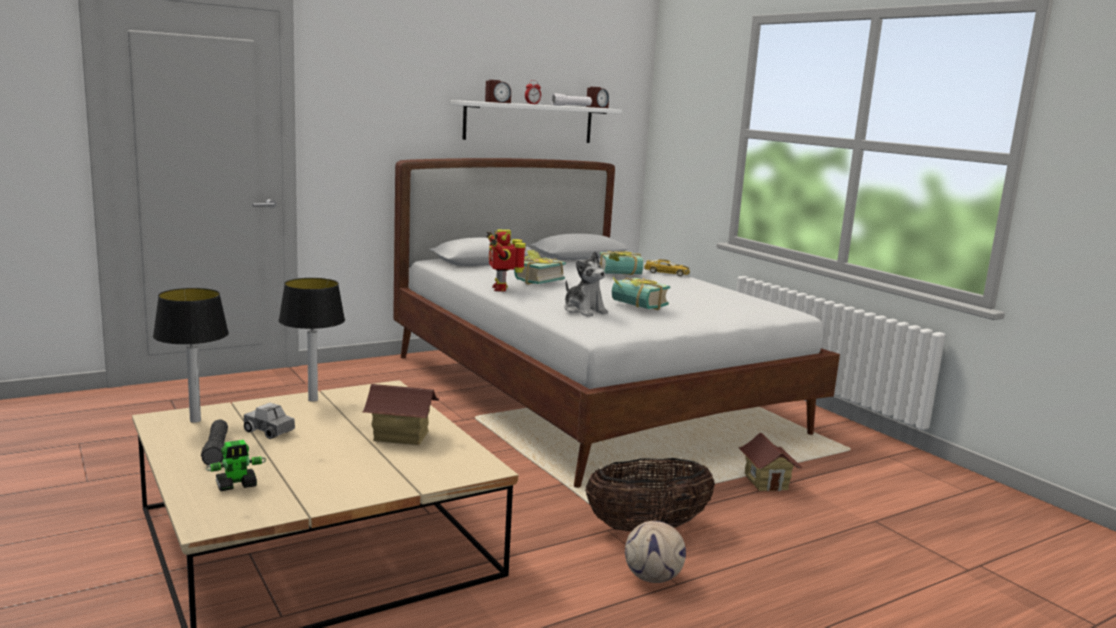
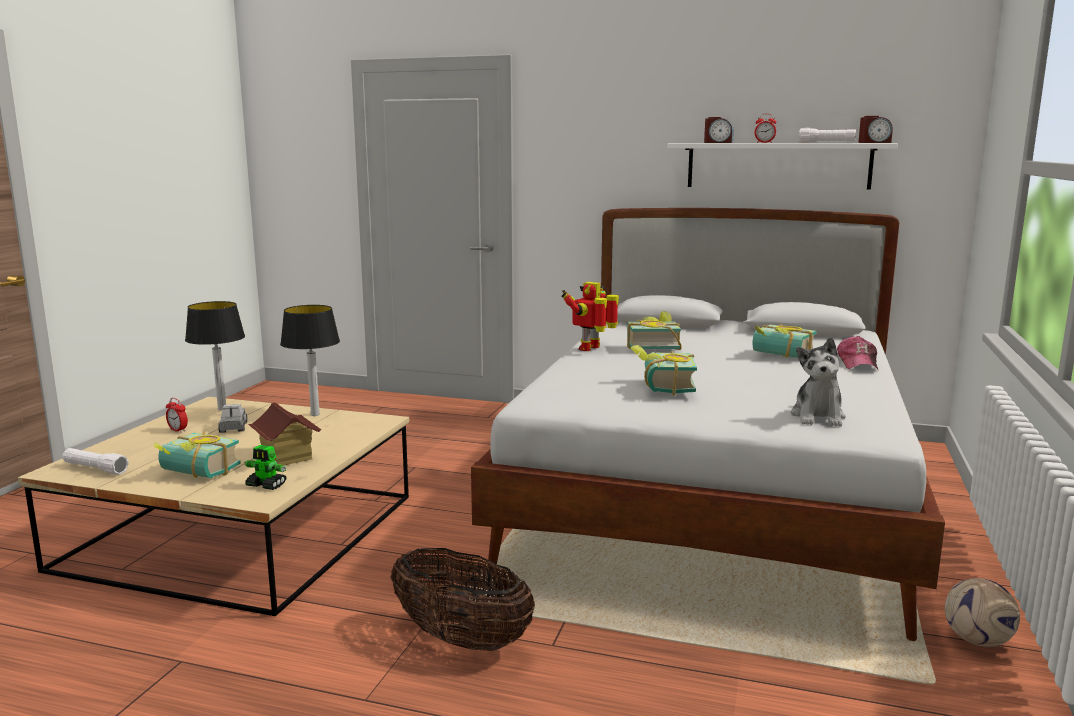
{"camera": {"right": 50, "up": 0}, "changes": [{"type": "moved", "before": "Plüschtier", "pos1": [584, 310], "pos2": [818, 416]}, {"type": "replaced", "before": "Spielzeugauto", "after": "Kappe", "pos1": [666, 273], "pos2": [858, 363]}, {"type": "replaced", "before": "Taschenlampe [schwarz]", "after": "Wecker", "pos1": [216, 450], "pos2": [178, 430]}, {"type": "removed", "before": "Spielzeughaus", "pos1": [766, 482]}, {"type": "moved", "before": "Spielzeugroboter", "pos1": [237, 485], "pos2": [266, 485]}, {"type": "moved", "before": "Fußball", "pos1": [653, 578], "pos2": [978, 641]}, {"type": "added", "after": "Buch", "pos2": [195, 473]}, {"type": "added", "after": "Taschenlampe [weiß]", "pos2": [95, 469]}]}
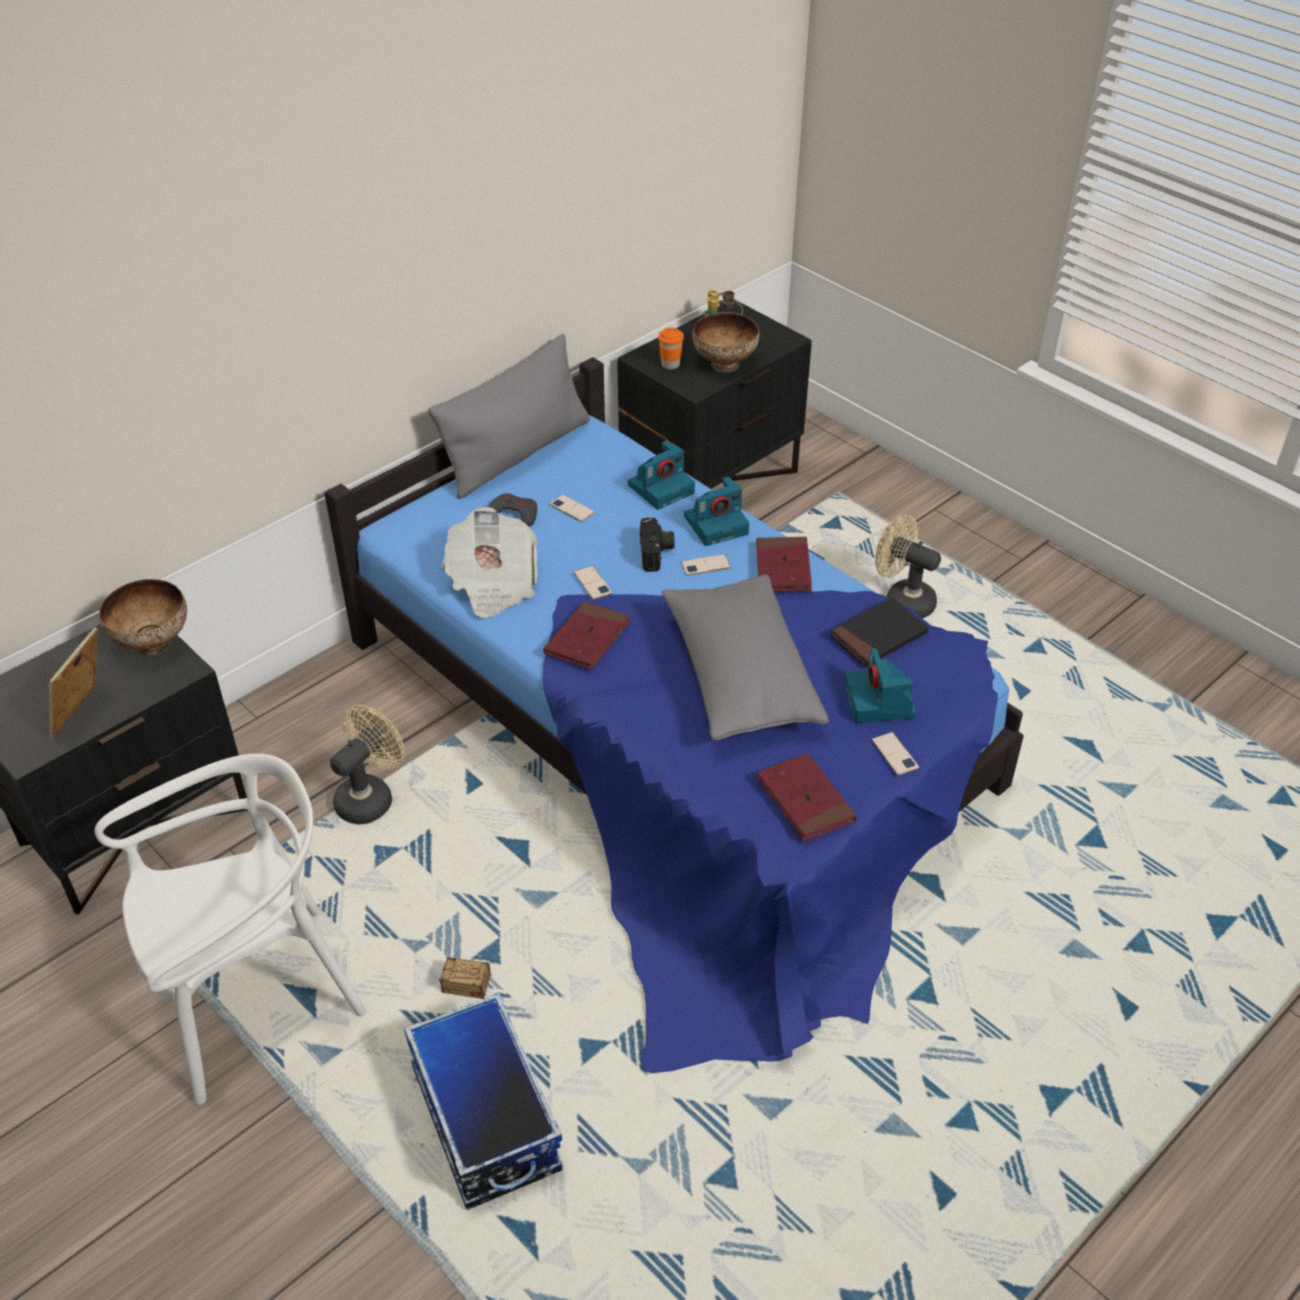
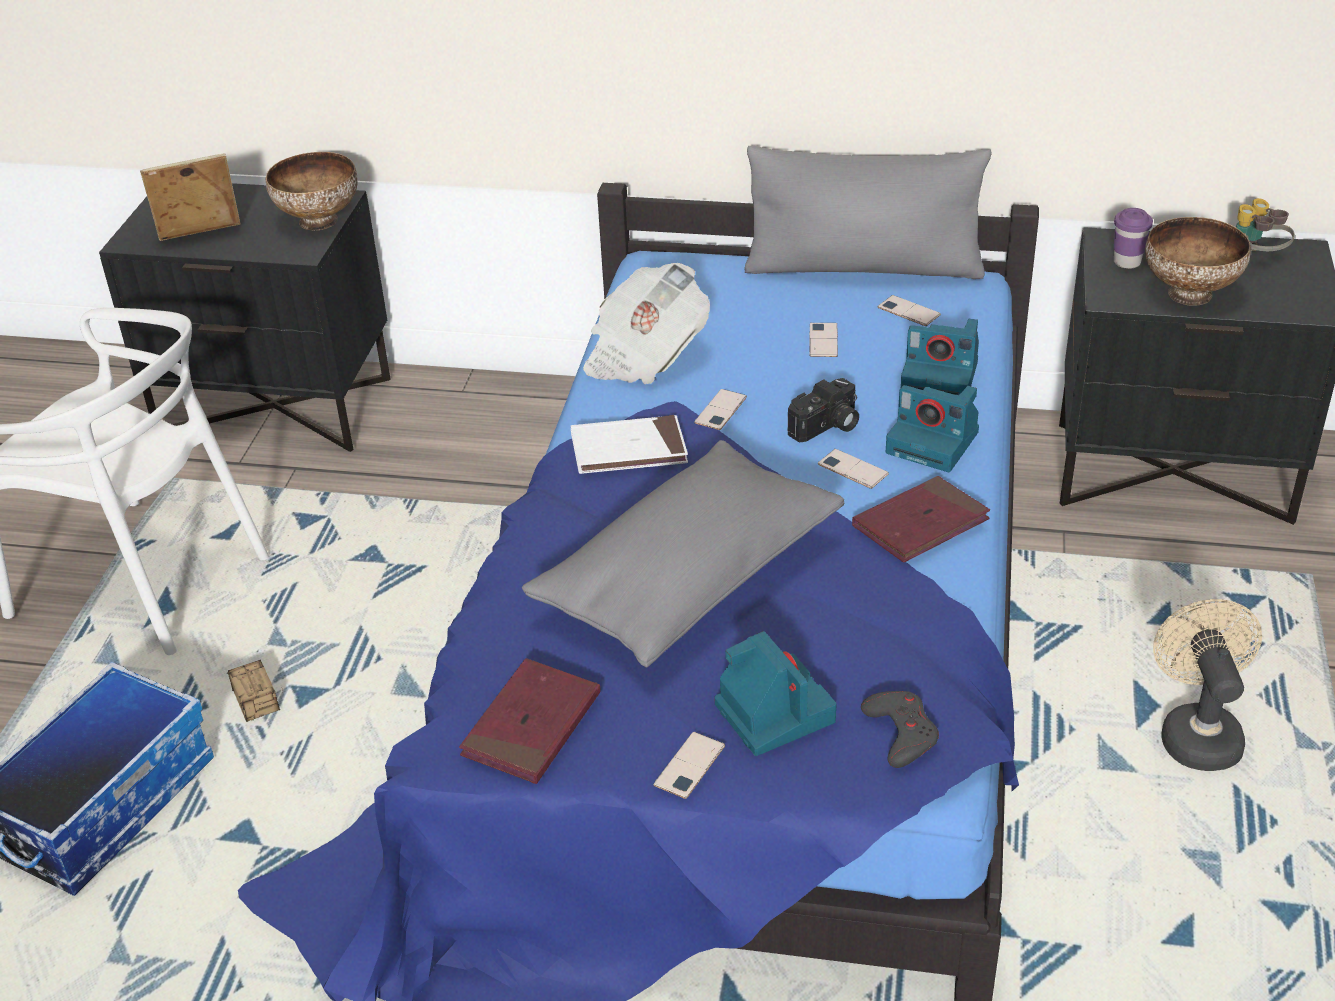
{"camera": {"right": 55, "up": -5}, "changes": [{"type": "recoloured", "before": "Tasse [orange]", "after": "Tasse [lila]", "pos1": [670, 365], "pos2": [1127, 262]}, {"type": "moved", "before": "Gamepad [grau]", "pos1": [514, 513], "pos2": [901, 733]}, {"type": "removed", "before": "Buch [schwarz]", "pos1": [878, 636]}, {"type": "recoloured", "before": "Buch [rot]", "after": "Buch [weiß]", "pos1": [587, 639], "pos2": [629, 450]}, {"type": "turned", "before": "Kamera", "pos1": [880, 702], "pos2": [772, 711], "turn": 105}, {"type": "removed", "before": "Ventilator [beige]", "pos1": [370, 797]}, {"type": "added", "after": "Handy", "pos2": [908, 311]}]}
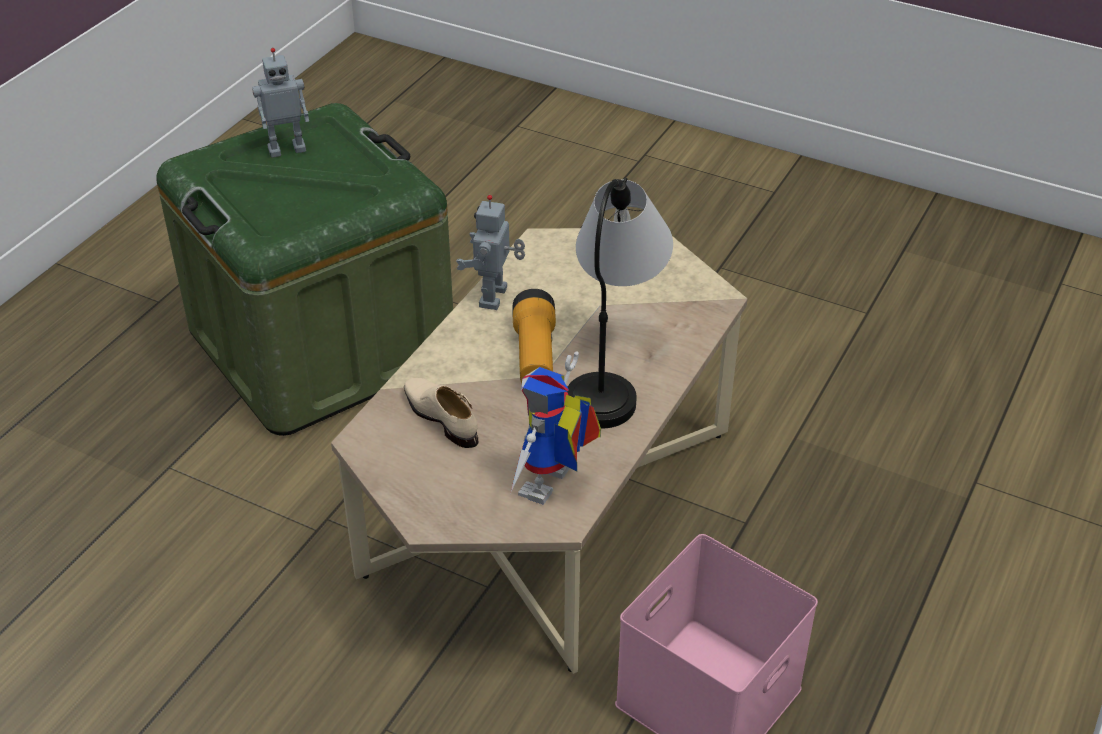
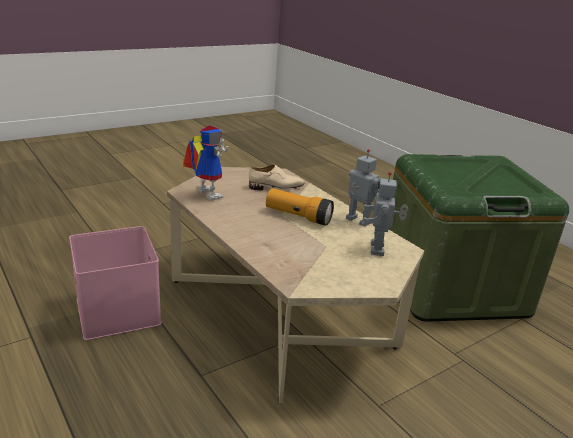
{"camera": {"right": 115, "up": -15}, "changes": [{"type": "moved", "before": "Spielzeugroboter", "pos1": [287, 149], "pos2": [378, 249]}, {"type": "removed", "before": "Tischlampe", "pos1": [613, 372]}]}
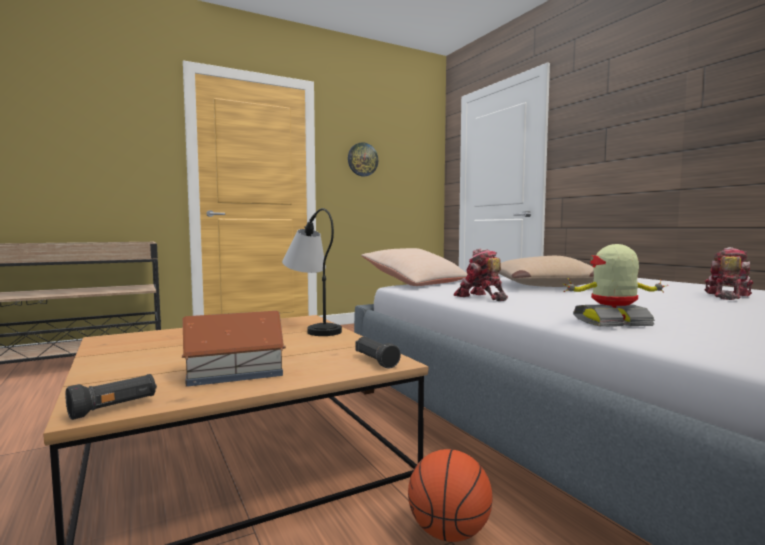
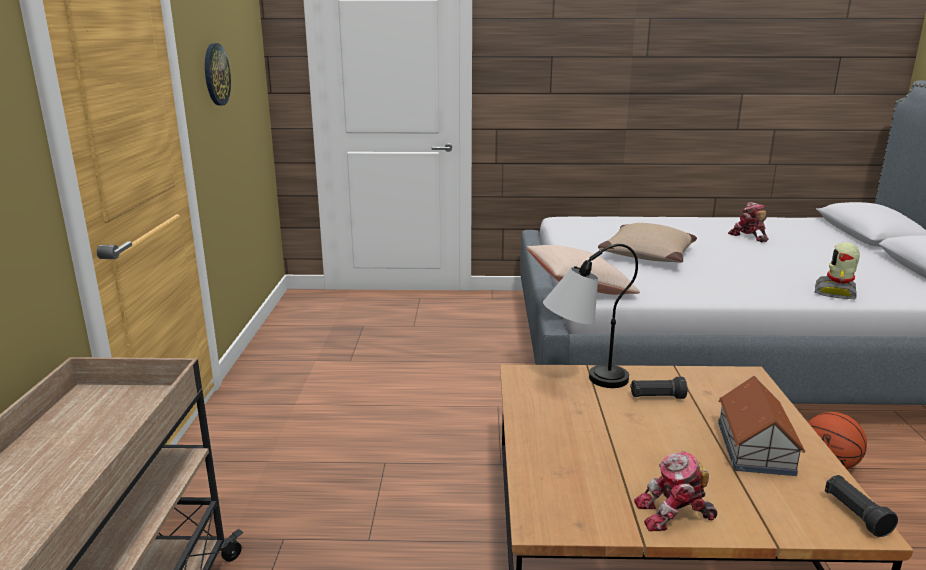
{"camera": {"right": -60, "up": 15}, "changes": [{"type": "moved", "before": "Spielzeugroboter", "pos1": [481, 297], "pos2": [674, 515]}, {"type": "moved", "before": "Taschenlampe [schwarz]", "pos1": [376, 361], "pos2": [656, 397]}]}
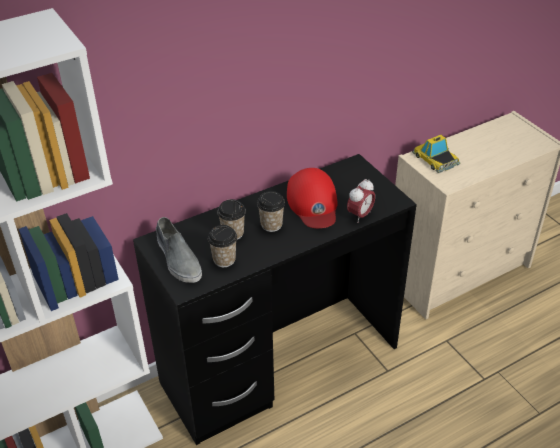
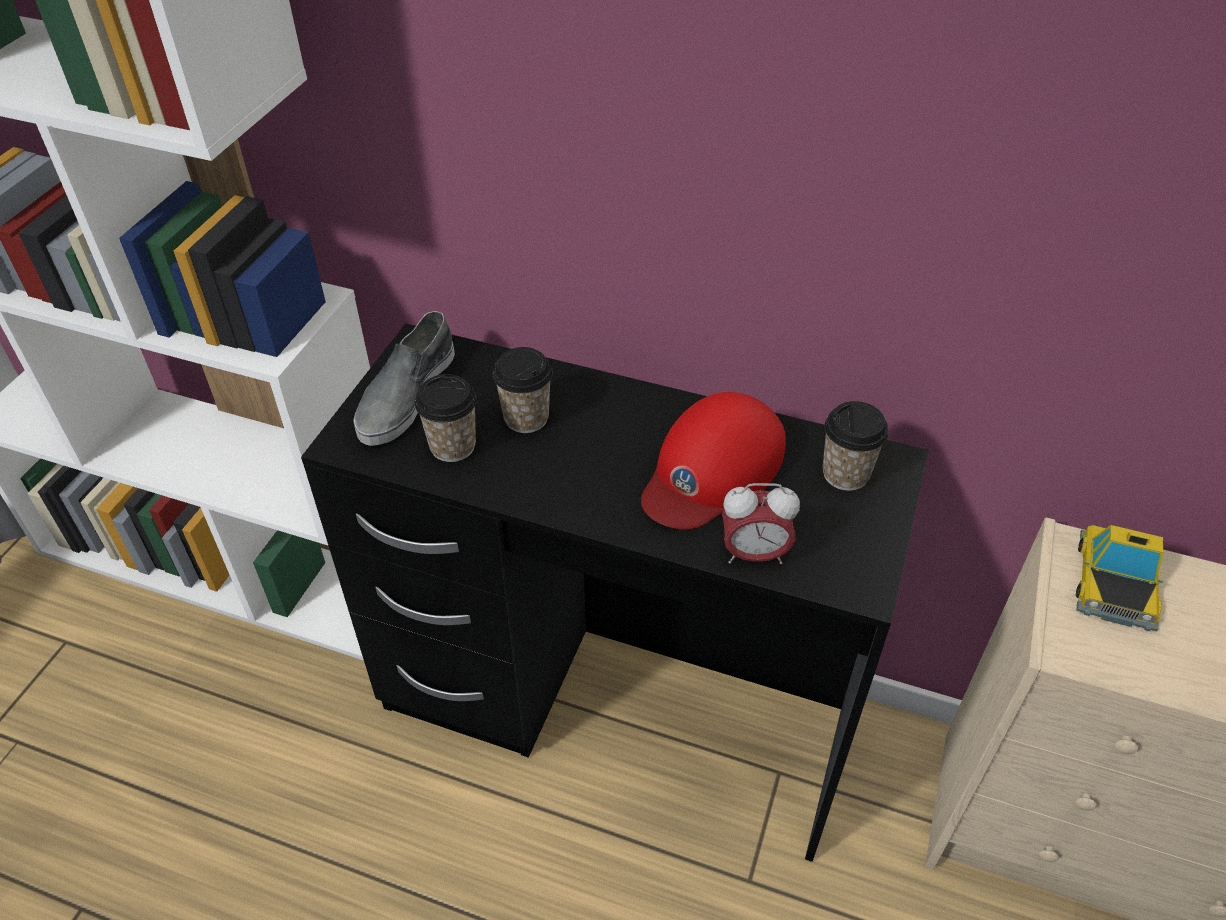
{"camera": {"right": 50, "up": 5}, "changes": [{"type": "moved", "before": "Tasse", "pos1": [271, 225], "pos2": [845, 474]}]}
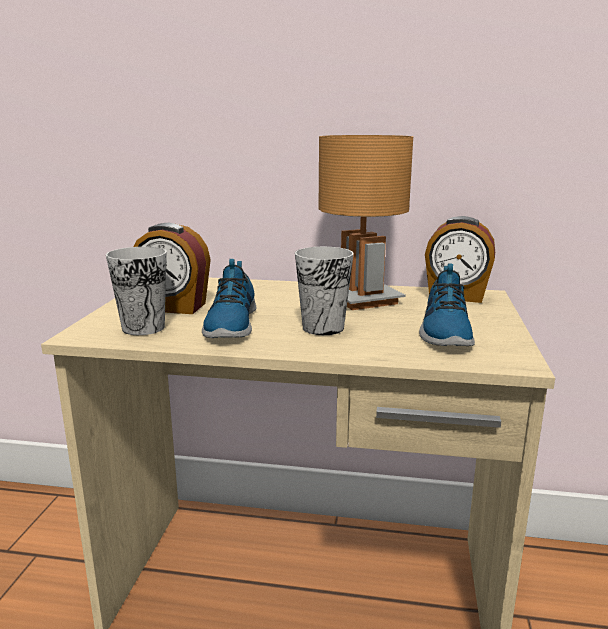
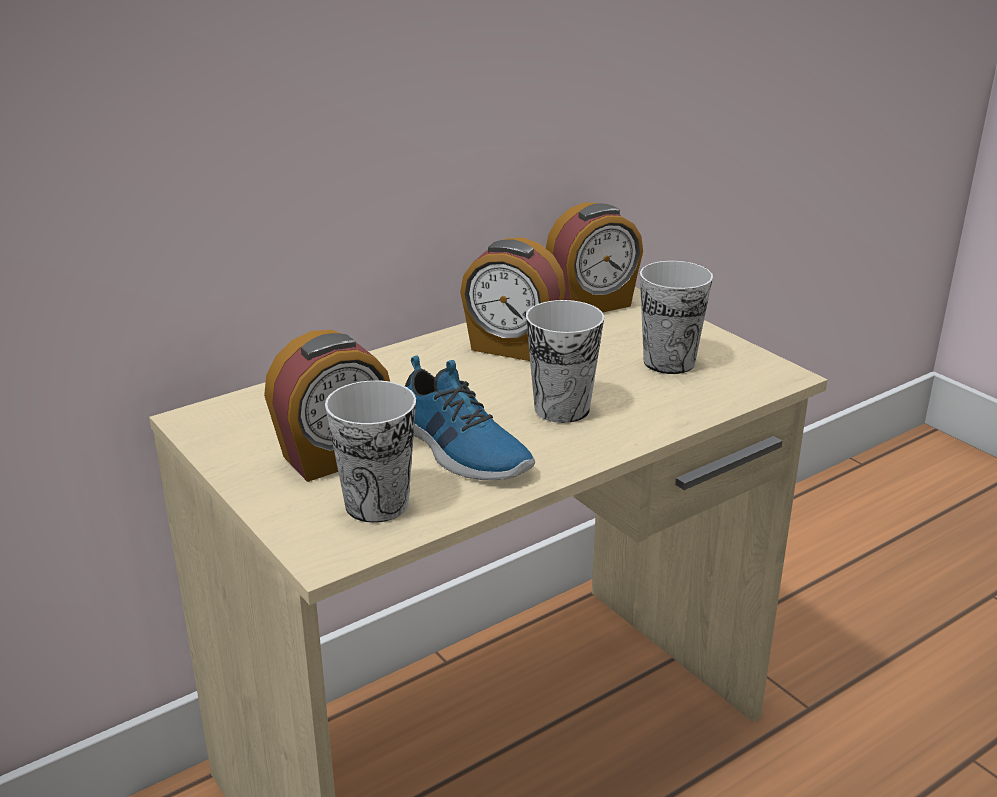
{"camera": {"right": -45, "up": 10}, "changes": [{"type": "replaced", "before": "Tischlampe [braun]", "after": "Wecker", "pos1": [361, 298], "pos2": [512, 347]}, {"type": "replaced", "before": "Schuh", "after": "Tasse", "pos1": [444, 331], "pos2": [669, 362]}]}
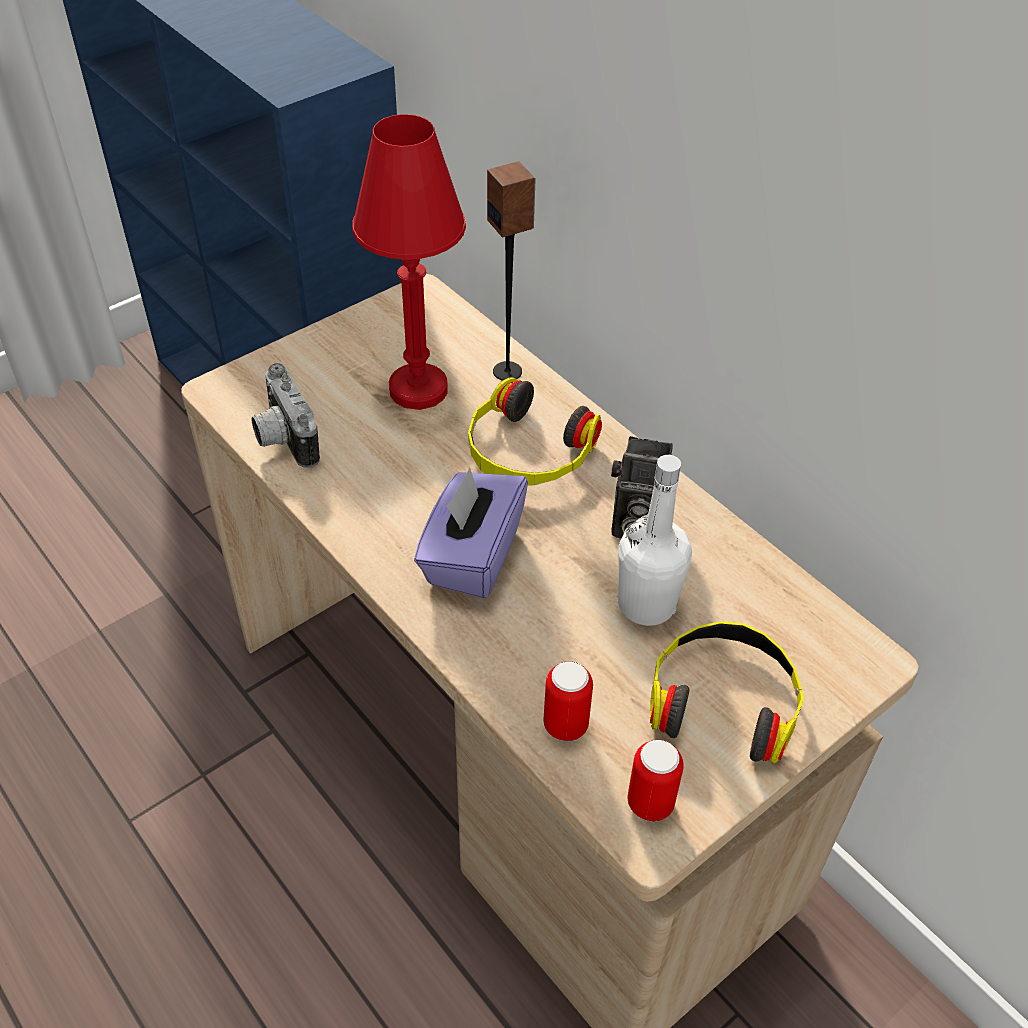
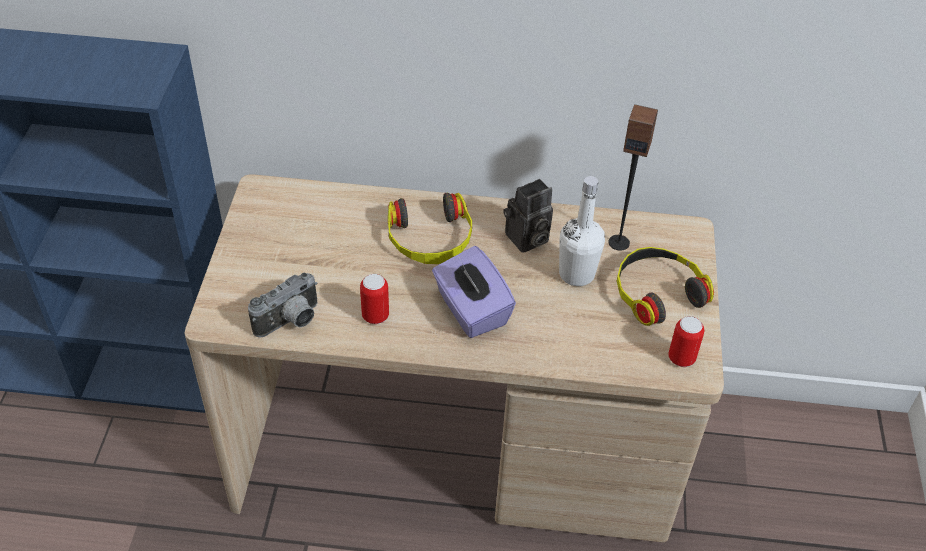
{"camera": {"right": -45, "up": 0}, "changes": [{"type": "removed", "before": "Tischlampe [rot]", "pos1": [418, 389]}, {"type": "moved", "before": "Lautsprecher", "pos1": [508, 371], "pos2": [619, 242]}, {"type": "turned", "before": "Kamera", "pos1": [283, 439], "pos2": [291, 322], "turn": -60}, {"type": "moved", "before": "Dose", "pos1": [565, 725], "pos2": [375, 316]}]}
